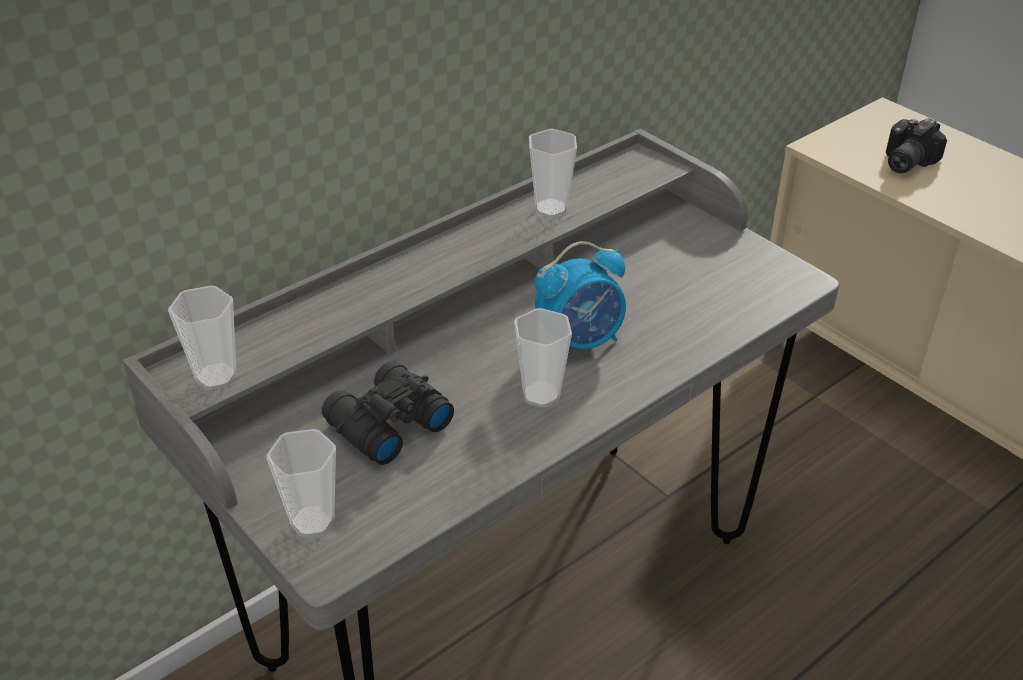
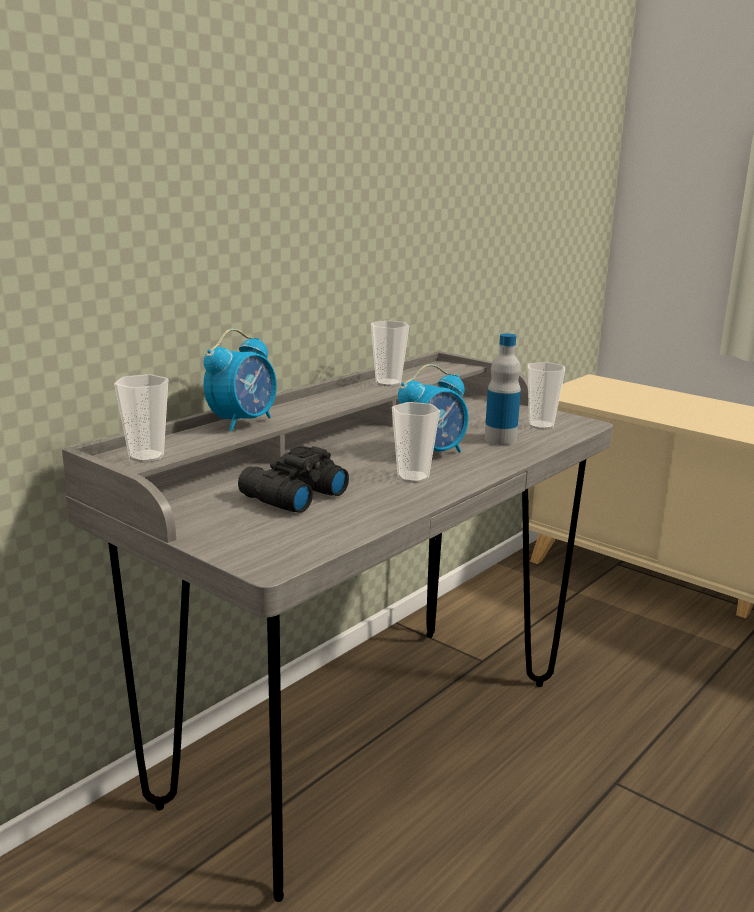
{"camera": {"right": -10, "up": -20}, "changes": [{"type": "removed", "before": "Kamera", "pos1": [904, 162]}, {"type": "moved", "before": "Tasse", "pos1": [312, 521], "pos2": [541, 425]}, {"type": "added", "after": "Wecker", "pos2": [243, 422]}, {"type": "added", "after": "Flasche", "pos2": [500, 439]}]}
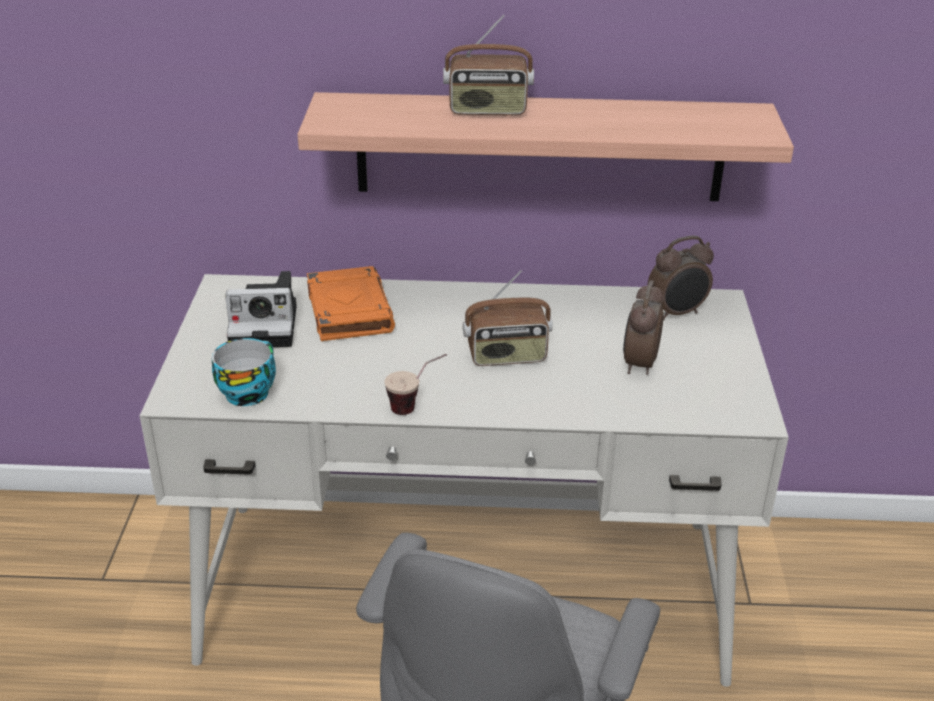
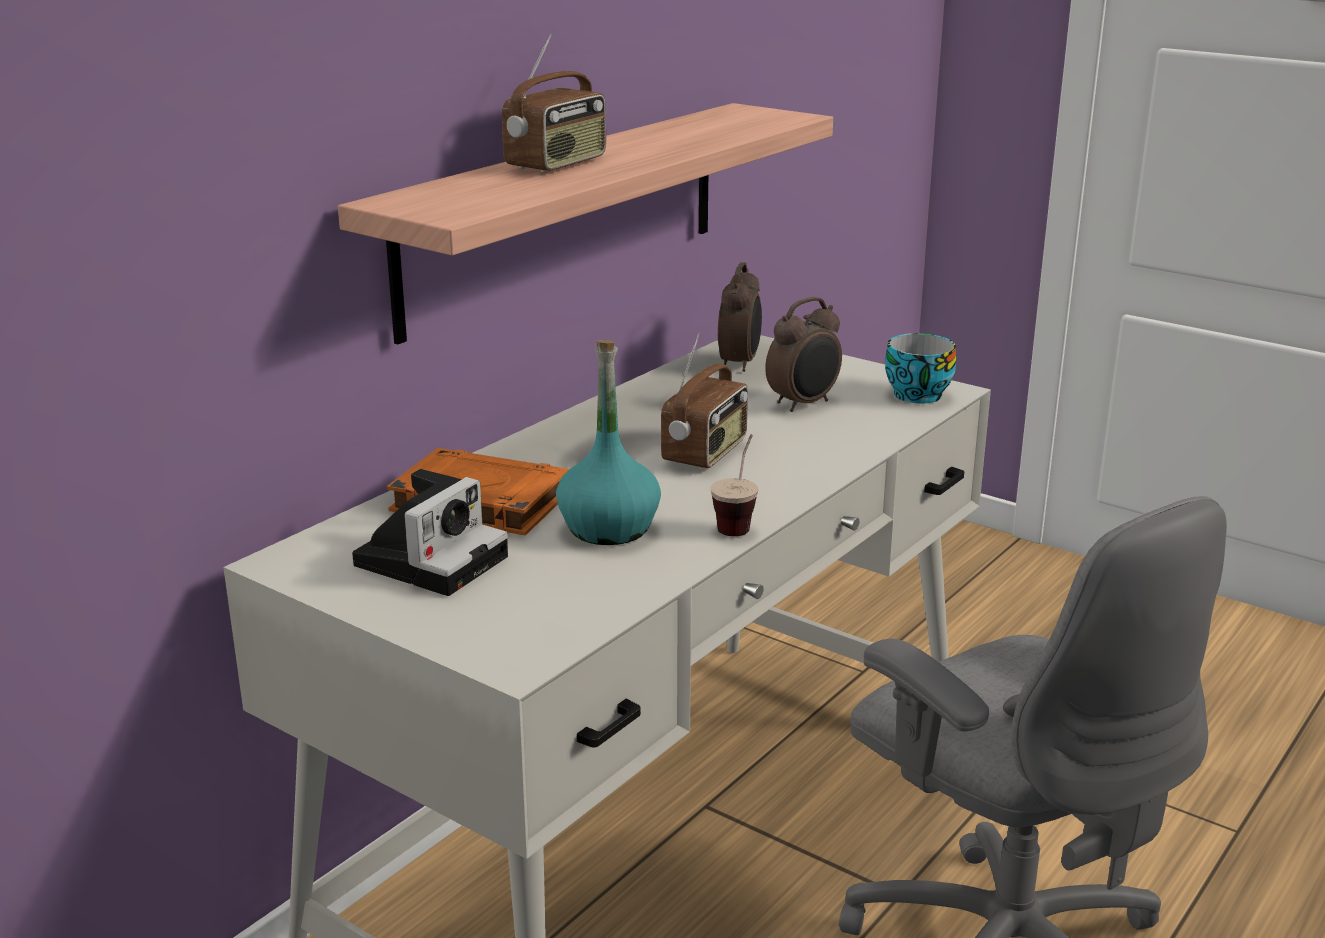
{"camera": {"right": -55, "up": -10}, "changes": [{"type": "turned", "before": "Wecker", "pos1": [638, 364], "pos2": [804, 404], "turn": -90}, {"type": "moved", "before": "Tasse", "pos1": [248, 391], "pos2": [913, 394]}, {"type": "added", "after": "Flasche [türkis]", "pos2": [609, 528]}]}
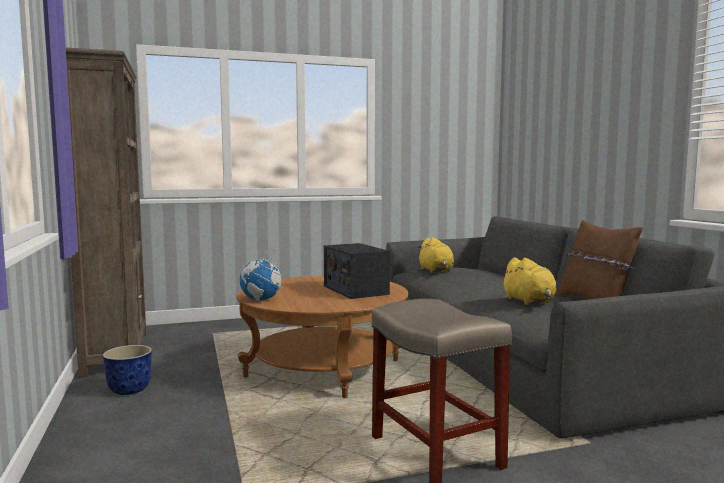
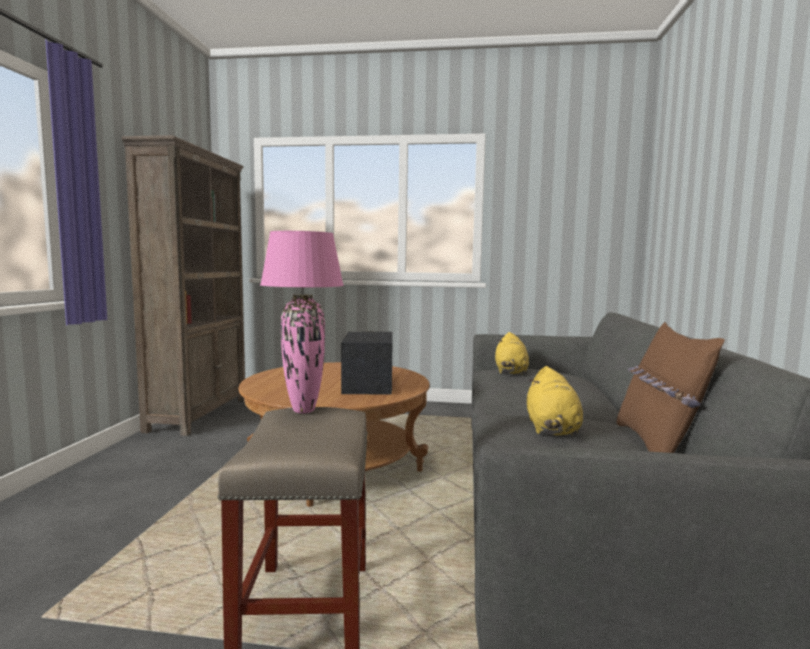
{"camera": {"right": 25, "up": 0}, "changes": [{"type": "removed", "before": "Globus", "pos1": [261, 300]}, {"type": "removed", "before": "Pflanzkübel", "pos1": [130, 390]}, {"type": "added", "after": "Tischlampe [rosa]", "pos2": [303, 410]}]}
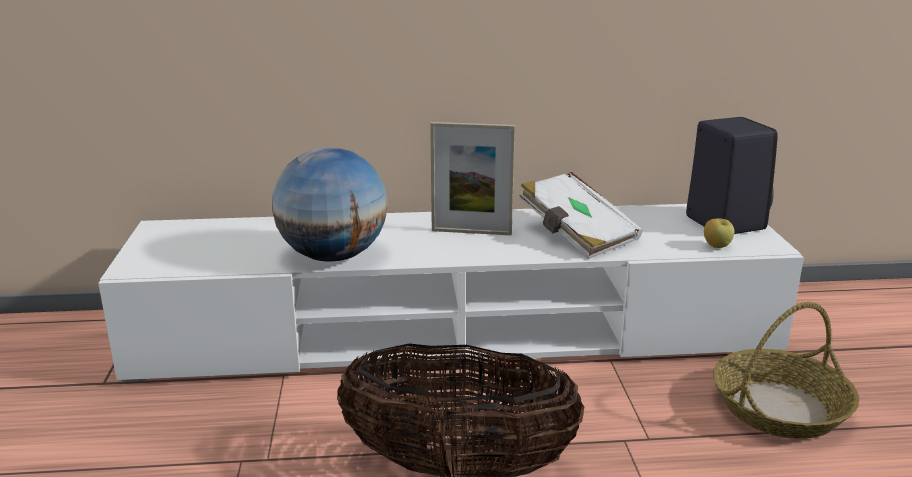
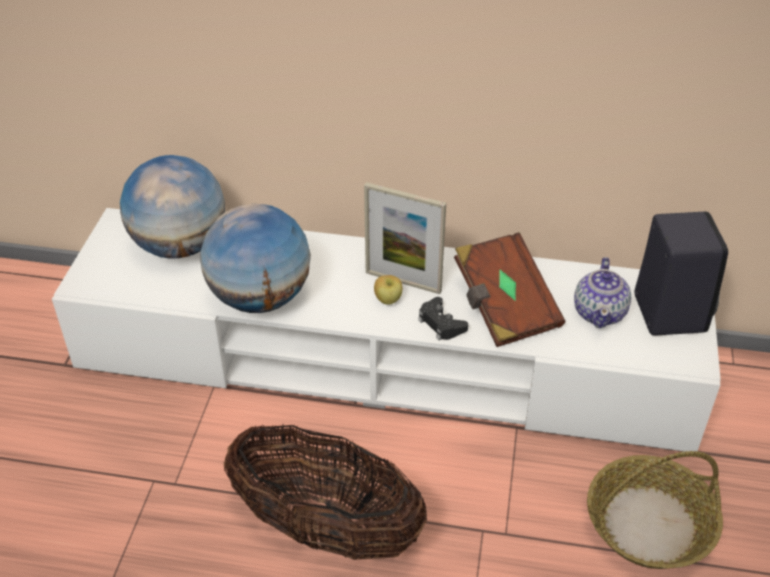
{"camera": {"right": 15, "up": 20}, "changes": [{"type": "recoloured", "before": "Buch [weiß]", "after": "Buch [braun]", "pos1": [576, 235], "pos2": [504, 306]}, {"type": "moved", "before": "Apfel", "pos1": [717, 246], "pos2": [388, 300]}, {"type": "added", "after": "Globus", "pos2": [180, 245]}, {"type": "added", "after": "Teekanne", "pos2": [600, 312]}, {"type": "added", "after": "Gamepad [schwarz]", "pos2": [441, 323]}]}
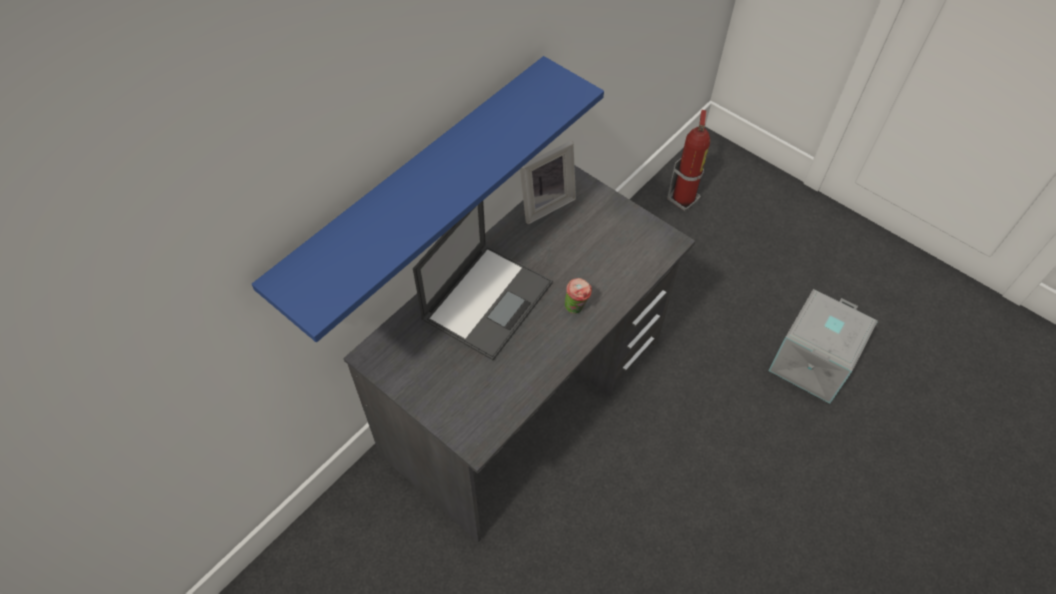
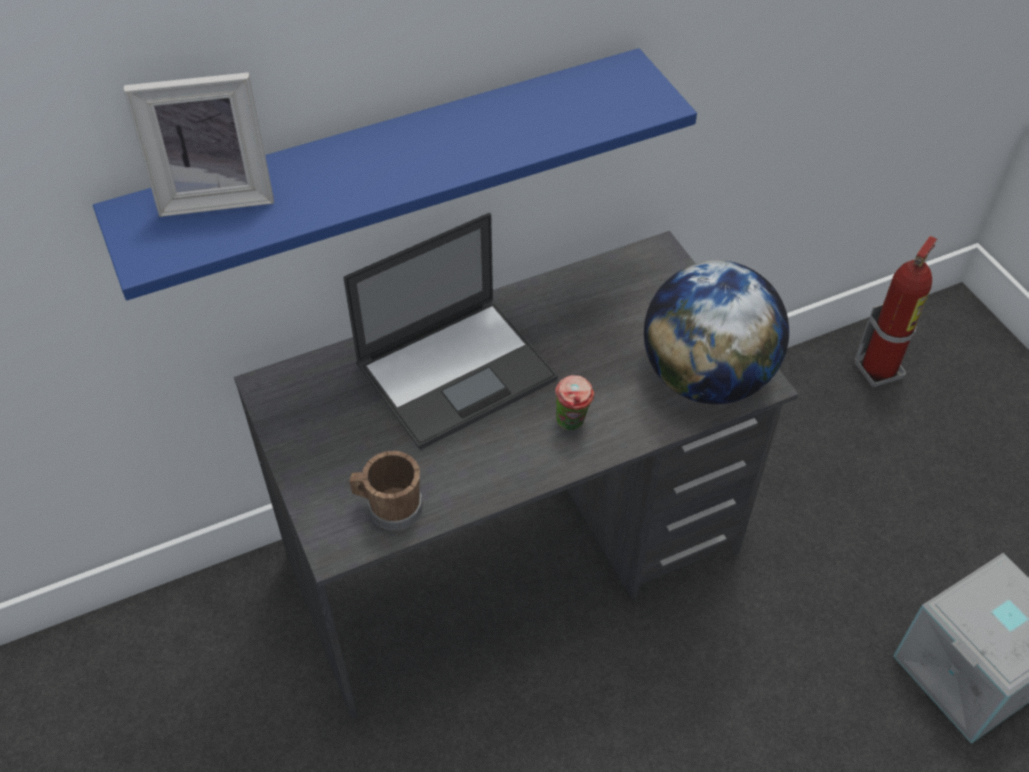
{"camera": {"right": 25, "up": -5}, "changes": [{"type": "moved", "before": "Bilderrahmen", "pos1": [544, 203], "pos2": [216, 194]}, {"type": "added", "after": "Globus", "pos2": [706, 377]}, {"type": "added", "after": "Henkelbecher [braun]", "pos2": [389, 507]}]}
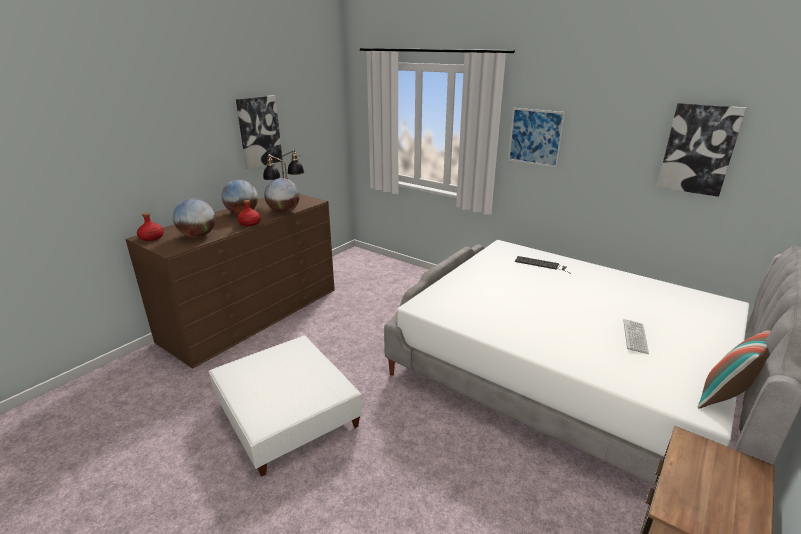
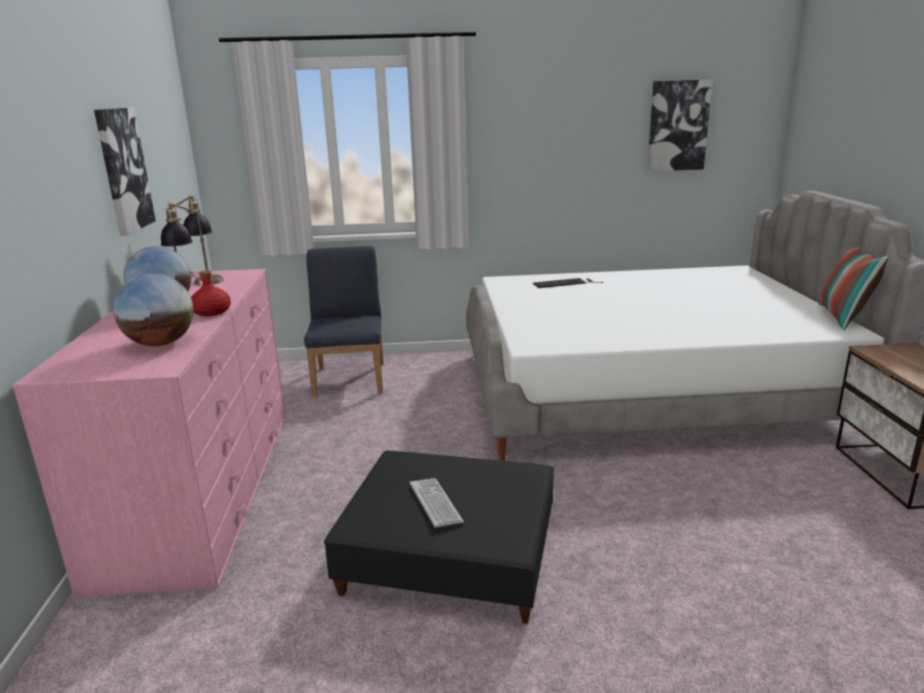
{"camera": {"right": -40, "up": -5}, "changes": [{"type": "removed", "before": "Bild", "pos1": [535, 137]}, {"type": "removed", "before": "Globus", "pos1": [284, 211]}, {"type": "recoloured", "before": "Kommode [braun]", "after": "Kommode [rosa]", "pos1": [253, 314], "pos2": [202, 486]}, {"type": "removed", "before": "Flasche [rot]", "pos1": [152, 238]}, {"type": "moved", "before": "Tastatur", "pos1": [635, 337], "pos2": [435, 503]}, {"type": "recoloured", "before": "Polsterhocker [weiß]", "after": "Polsterhocker [schwarz]", "pos1": [287, 414], "pos2": [450, 555]}, {"type": "added", "after": "Stuhl [blau]", "pos2": [350, 379]}]}
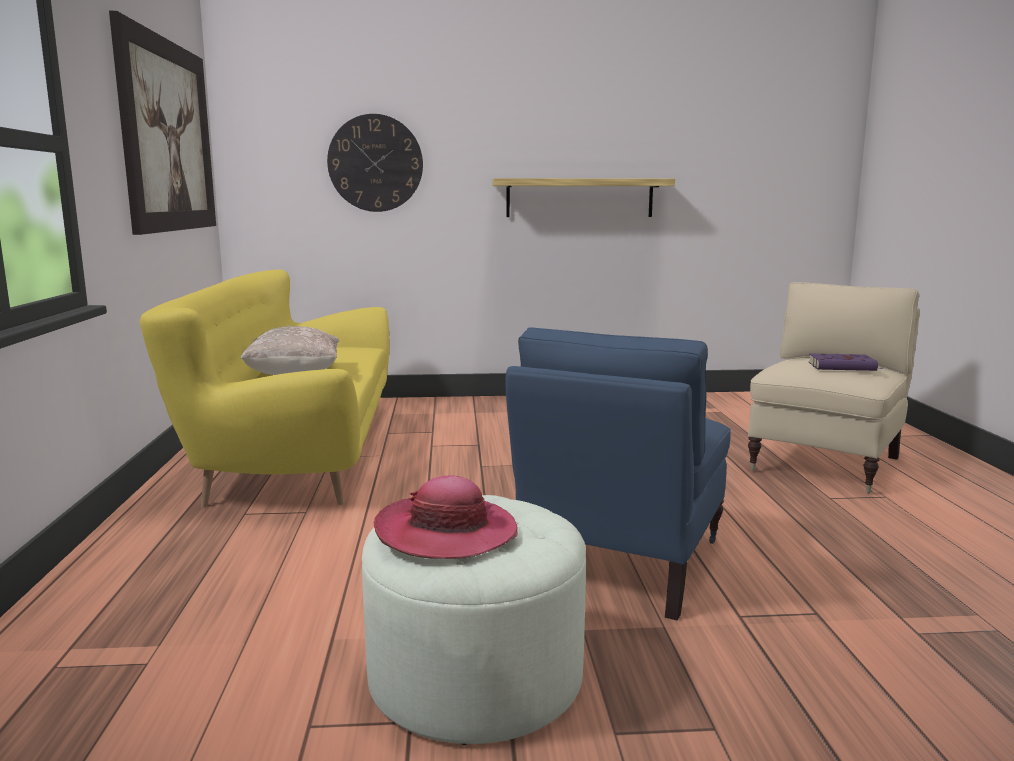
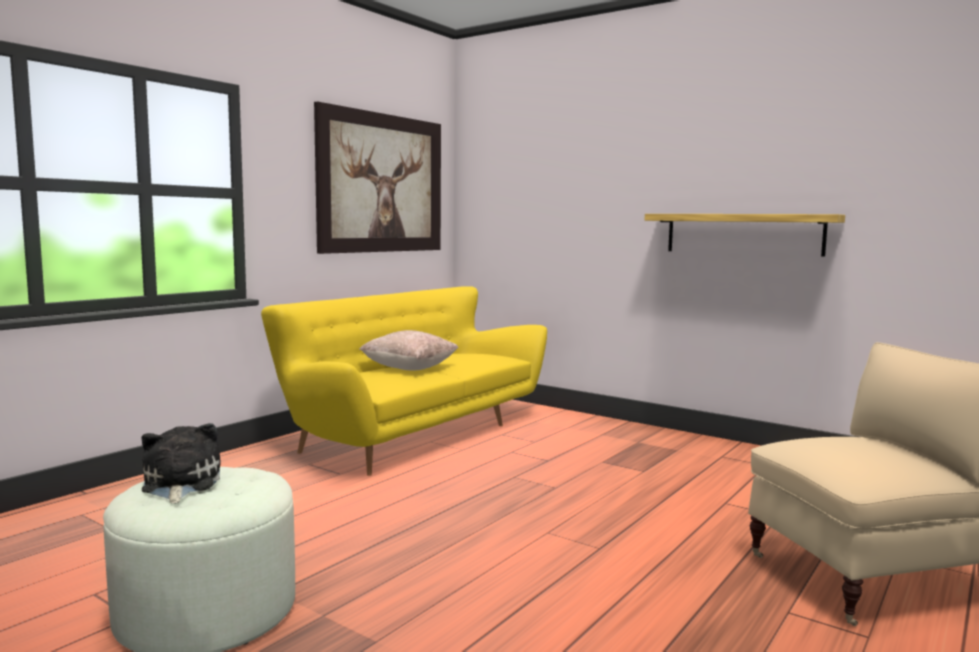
{"camera": {"right": 40, "up": -5}, "changes": [{"type": "removed", "before": "Wanduhr", "pos1": [375, 163]}, {"type": "removed", "before": "Sessel [blau]", "pos1": [620, 563]}, {"type": "removed", "before": "Buch [lila]", "pos1": [843, 367]}, {"type": "replaced", "before": "Hut", "after": "Plüschtier", "pos1": [446, 532], "pos2": [179, 484]}]}
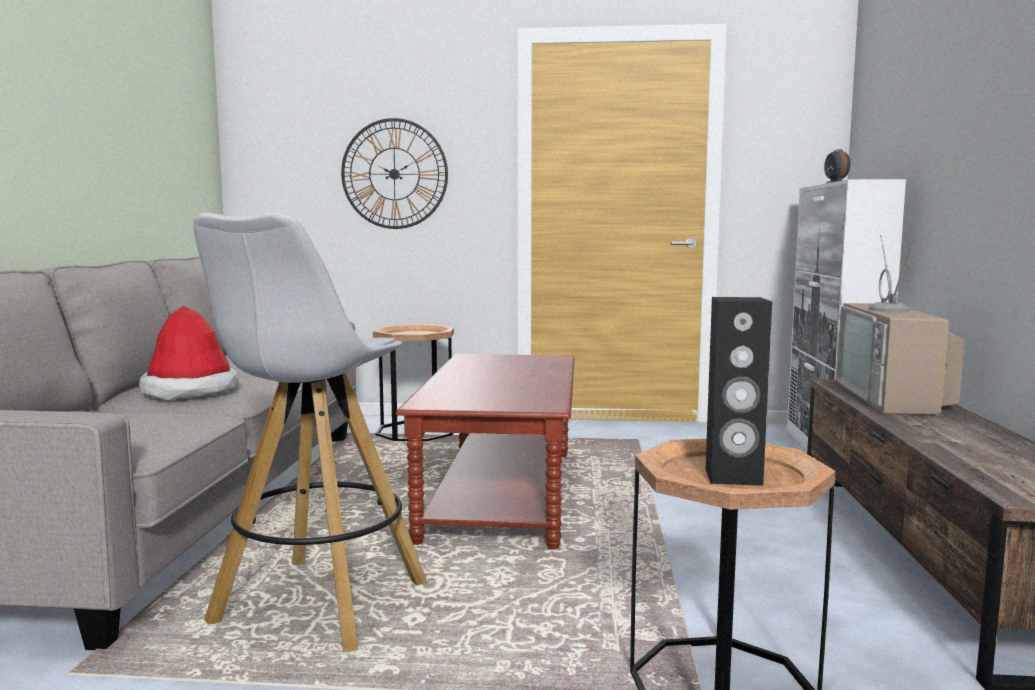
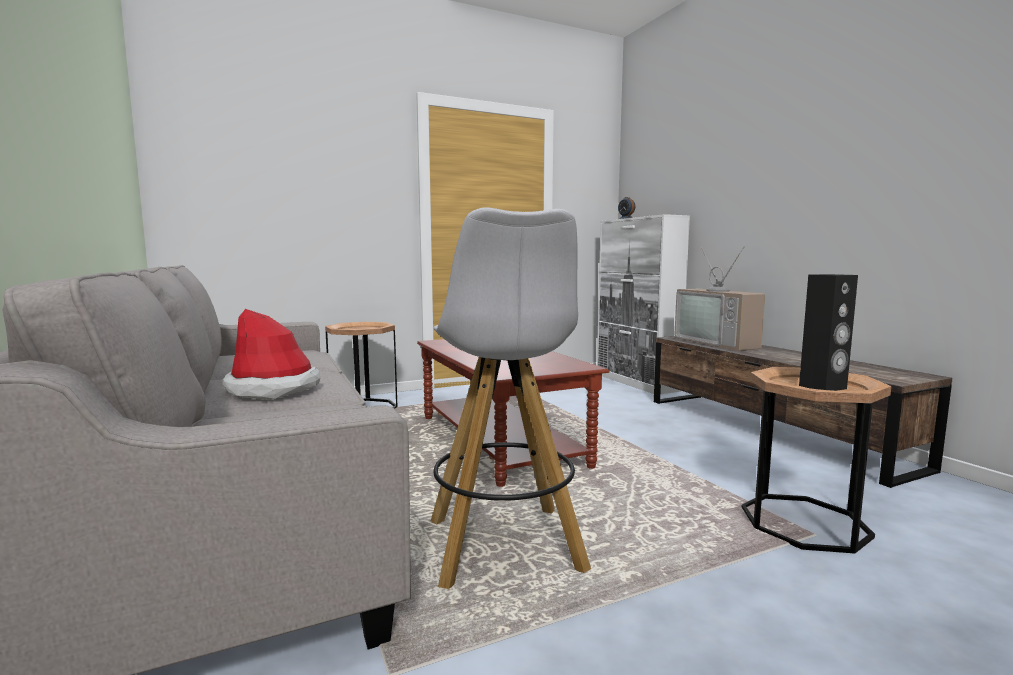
{"camera": {"right": -30, "up": 0}, "changes": [{"type": "removed", "before": "Wanduhr", "pos1": [394, 174]}]}
